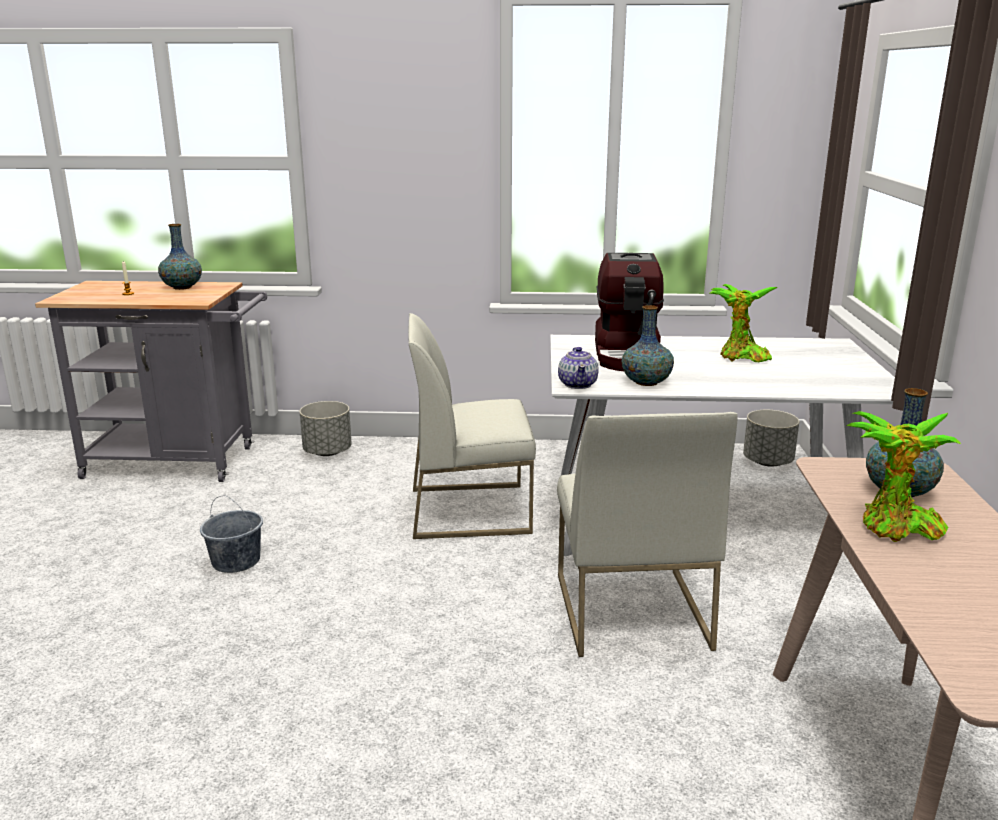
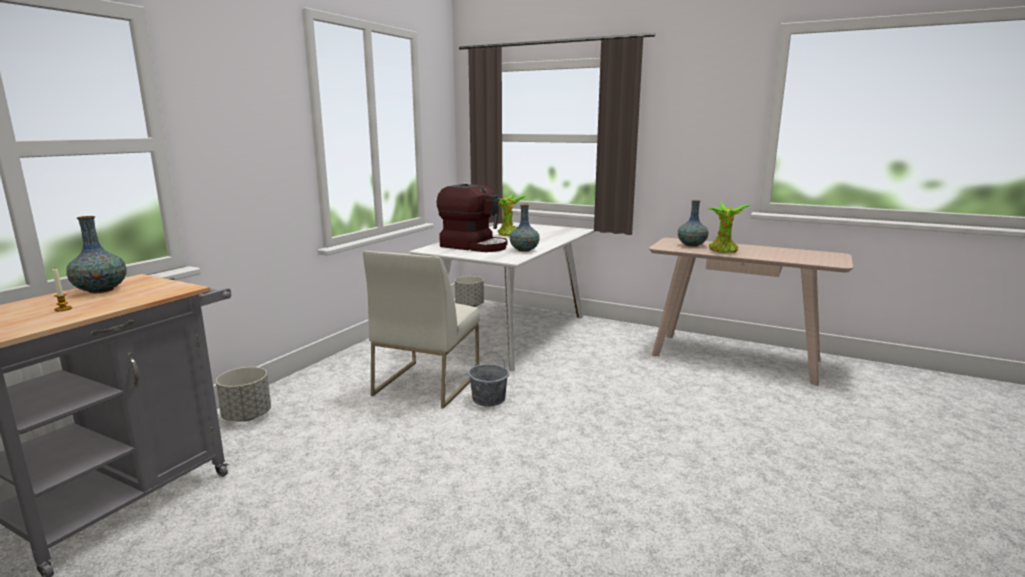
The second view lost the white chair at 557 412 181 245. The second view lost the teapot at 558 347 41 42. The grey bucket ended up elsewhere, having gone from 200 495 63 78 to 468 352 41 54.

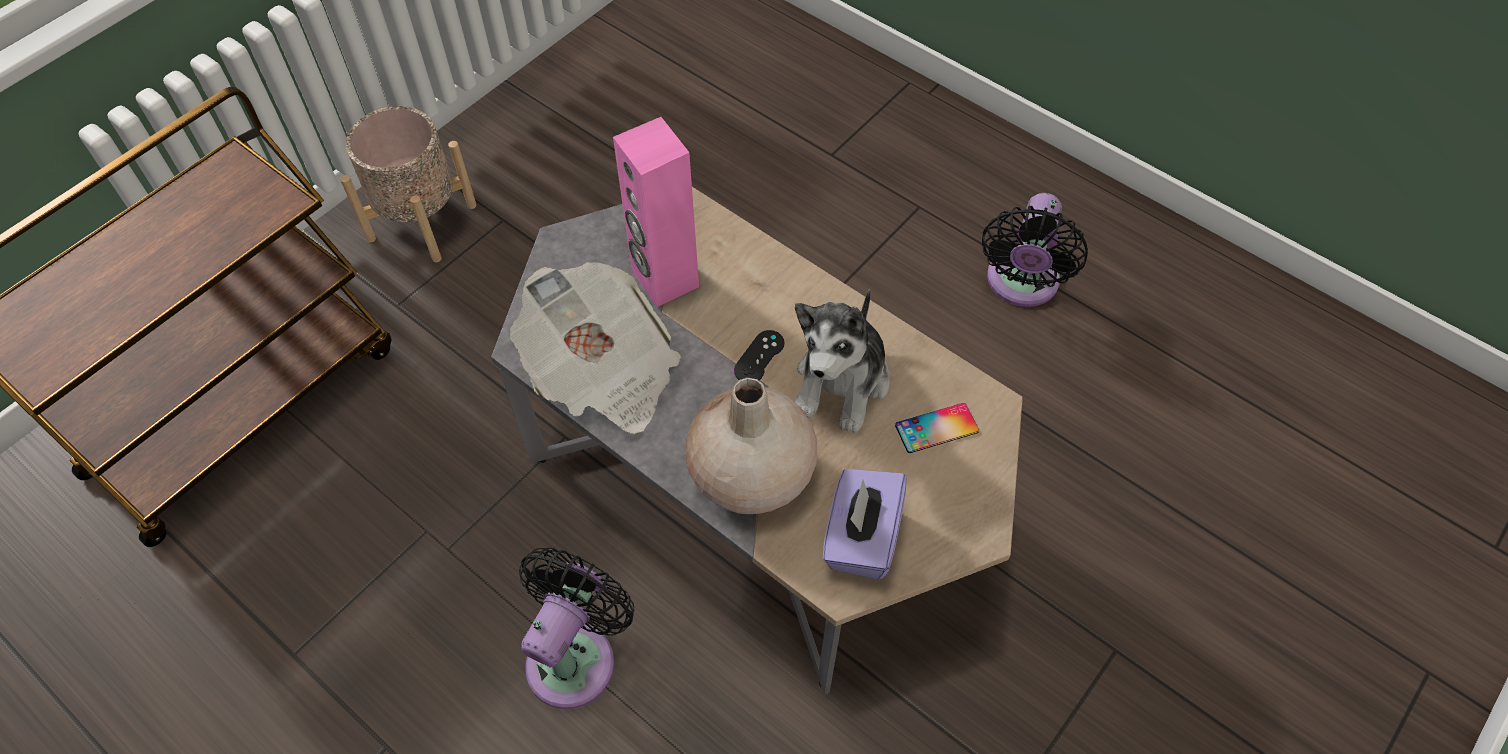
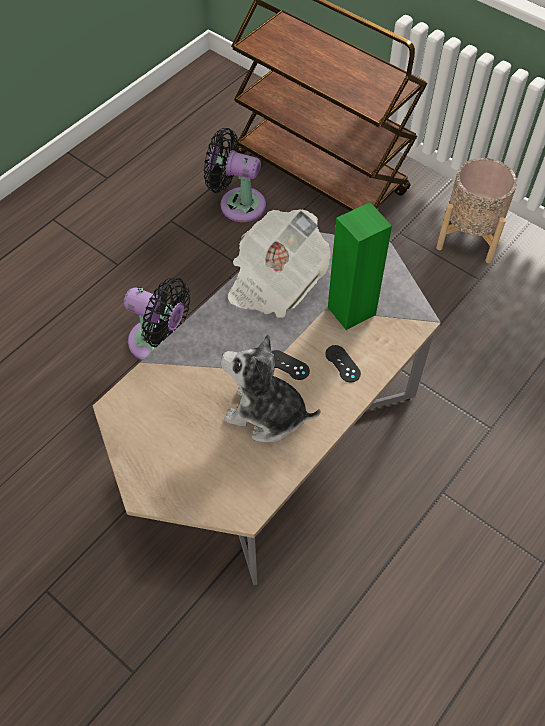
The second view lost the beige vase at 685 377 132 137. The second view lost the purple tissue box at 823 469 84 111. The second view lost the phone at 895 403 84 50. The second view gained the black game controller at 325 345 36 37. The black fan ended up elsewhere, having gone from 982 193 106 114 to 204 128 62 94. What was the pink speaker at 613 117 86 190 turned into the green speaker at 328 202 64 128.

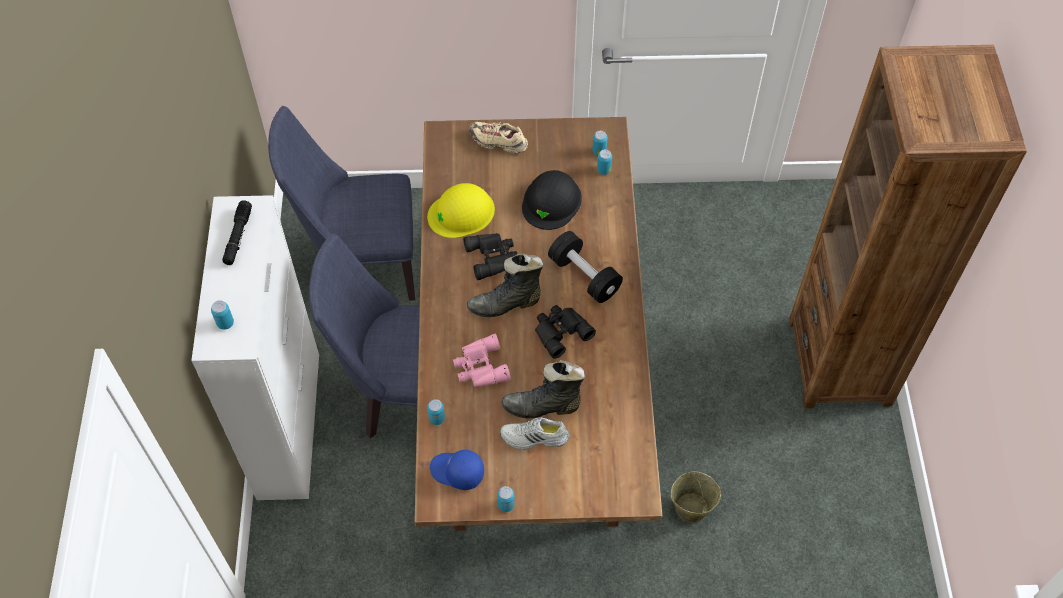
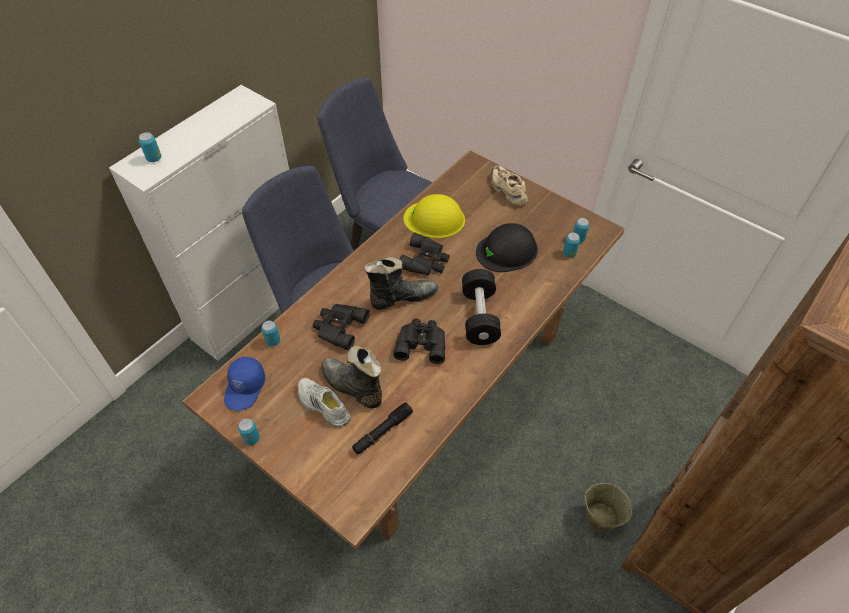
The black flashlight ended up elsewhere, having gone from 222 200 30 65 to 352 402 61 53. The beige bucket ended up elsewhere, having gone from 670 471 51 52 to 584 483 48 50. What was the pink binoculars at 453 334 58 53 turned into the black binoculars at 313 304 57 46. The blue cap at 430 450 54 40 ended up facing another way, 135 degrees counterclockwise from before. The black boot at 467 253 77 64 ended up facing another way, 135 degrees clockwise from before.

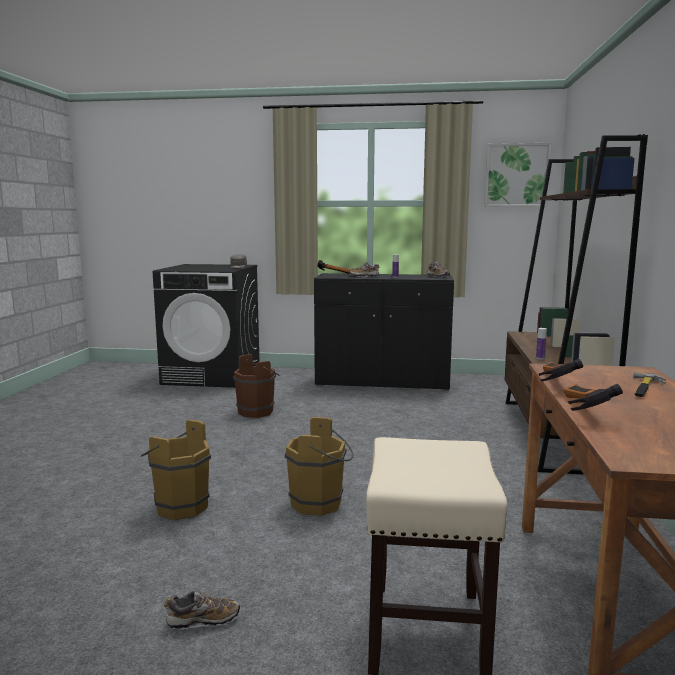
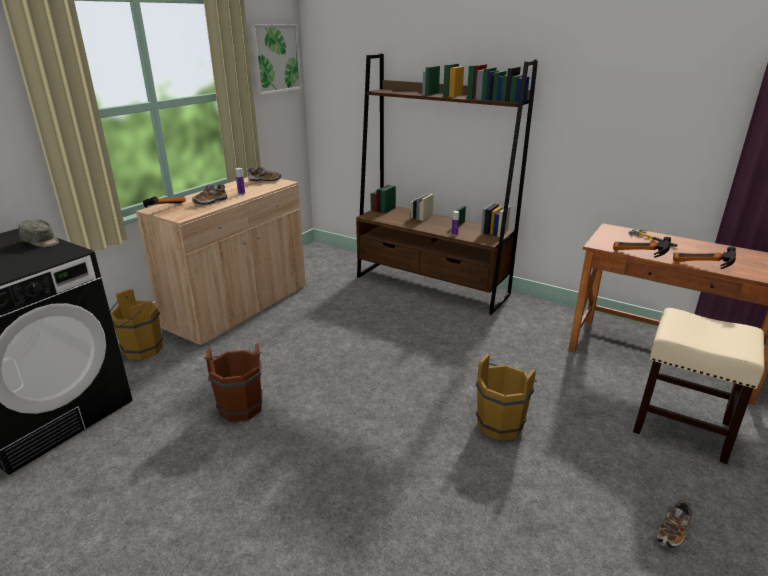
The brown bucket ended up elsewhere, having gone from 141 419 70 101 to 110 289 53 71. What was the black cabinet at 314 273 140 118 turned into the beige cabinet at 136 177 170 170. The shoe at 164 590 76 40 ended up facing another way, 150 degrees counterclockwise from before.

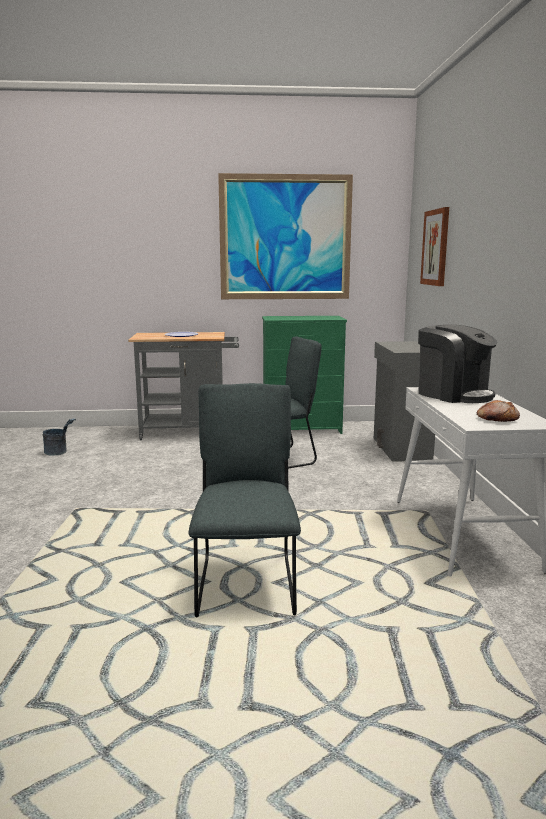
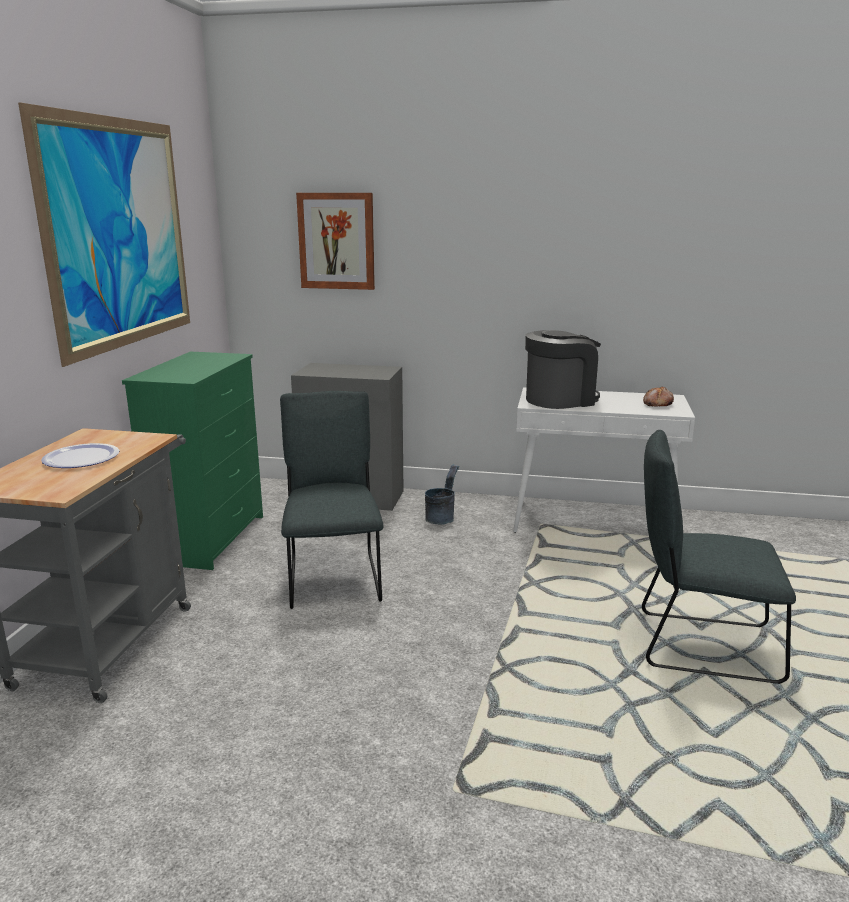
The grey bucket ended up elsewhere, having gone from 43 418 33 38 to 425 464 34 61.

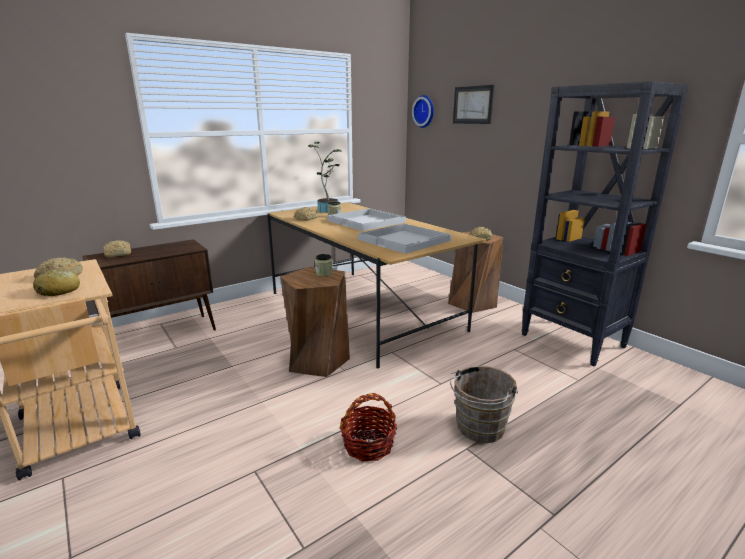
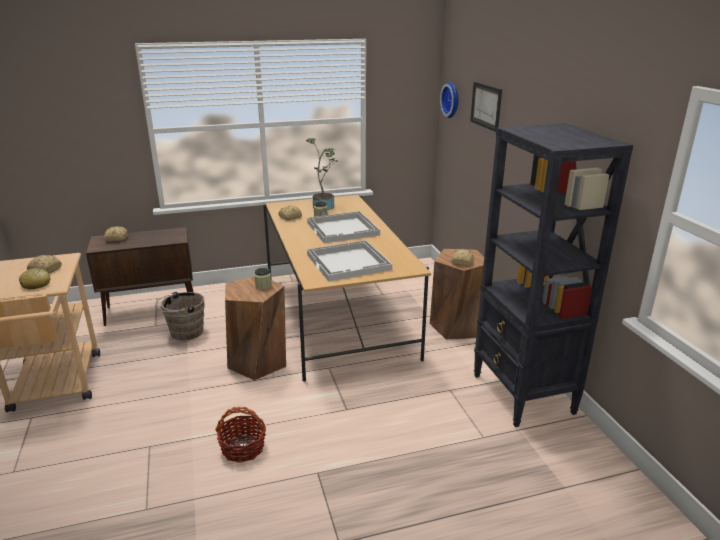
The brown bucket ended up elsewhere, having gone from 450 366 68 77 to 155 292 50 49.

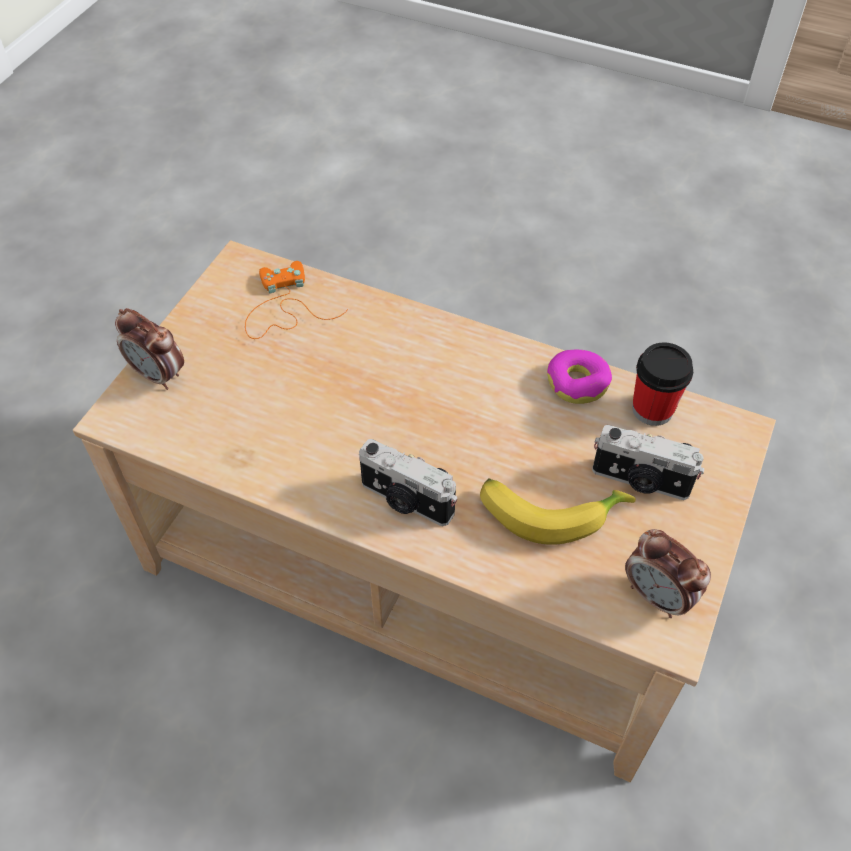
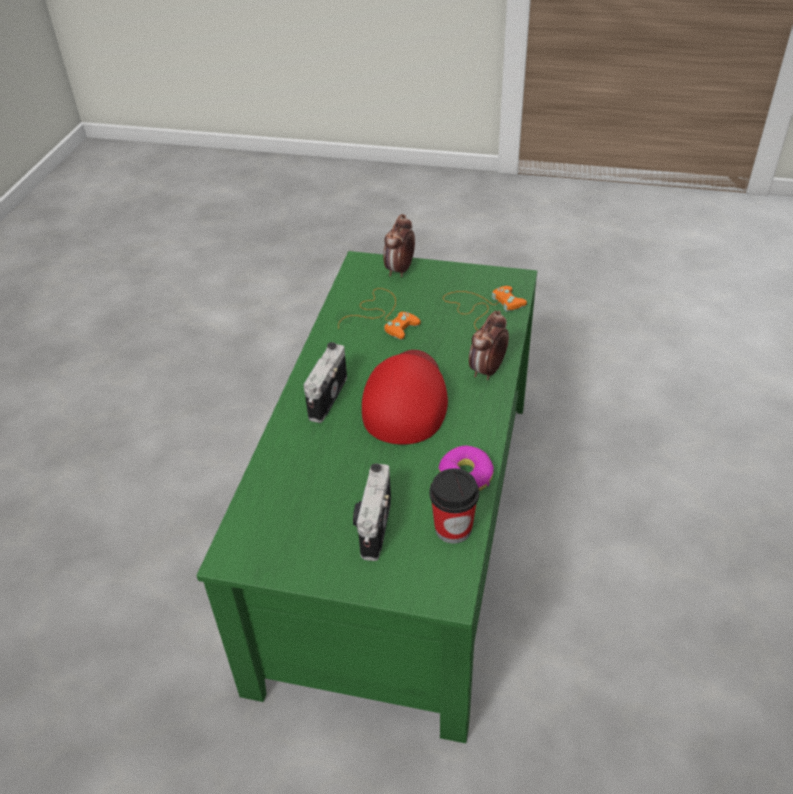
The second view lost the banana at 480 478 156 67. The second view gained the orange game controller at 338 288 83 52. The second view gained the red cap at 362 350 86 95. The alarm clock ended up elsewhere, having gone from 625 529 86 89 to 469 311 40 69. What was the beige coffee table at 73 240 703 542 turned into the green coffee table at 196 251 341 492.

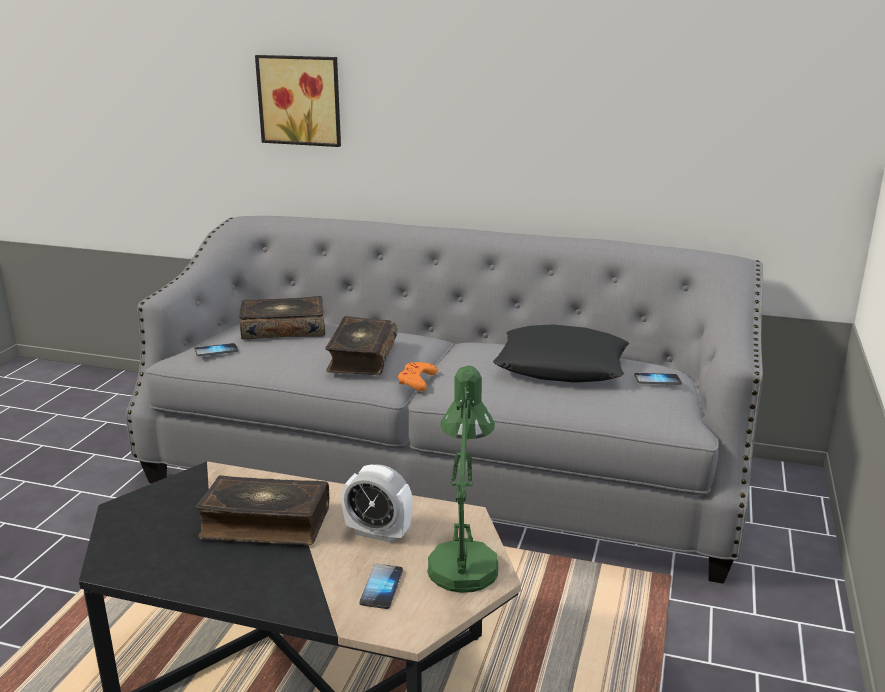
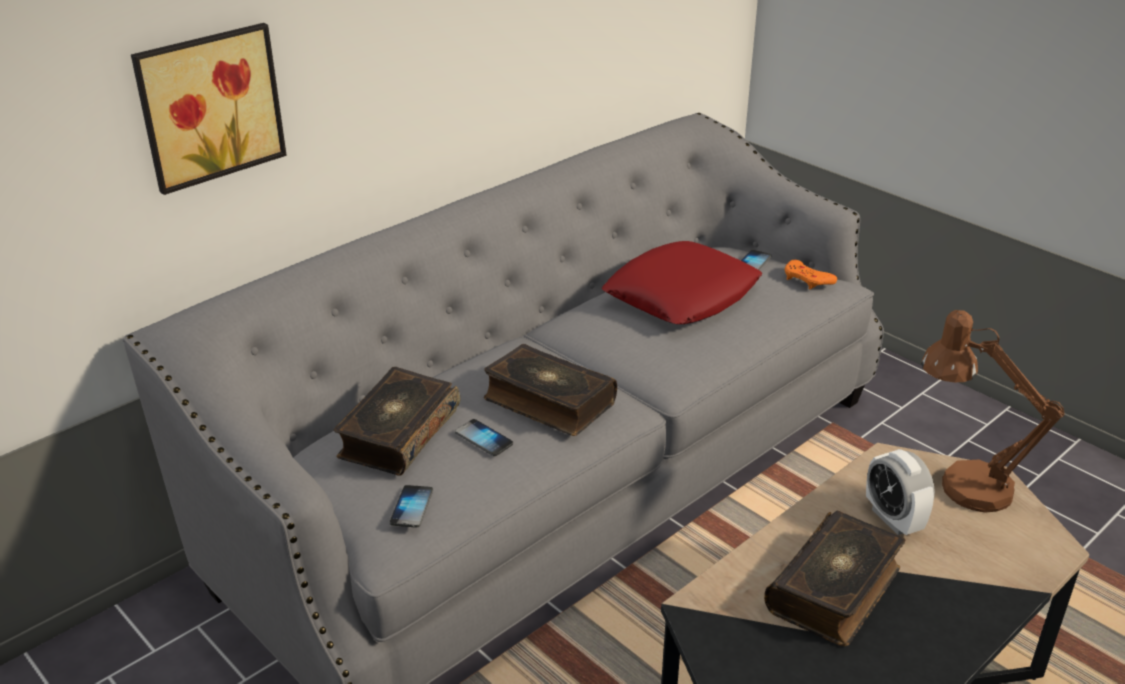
The phone ended up elsewhere, having gone from 360 564 43 45 to 455 419 58 37. The orange game controller ended up elsewhere, having gone from 398 362 40 29 to 785 260 52 29. What was the green table lamp at 427 365 71 228 turned into the brown table lamp at 921 310 144 203. What was the black pillow at 493 324 136 59 turned into the red pillow at 602 241 160 83. The alarm clock at 342 464 71 79 ended up facing another way, 105 degrees clockwise from before.

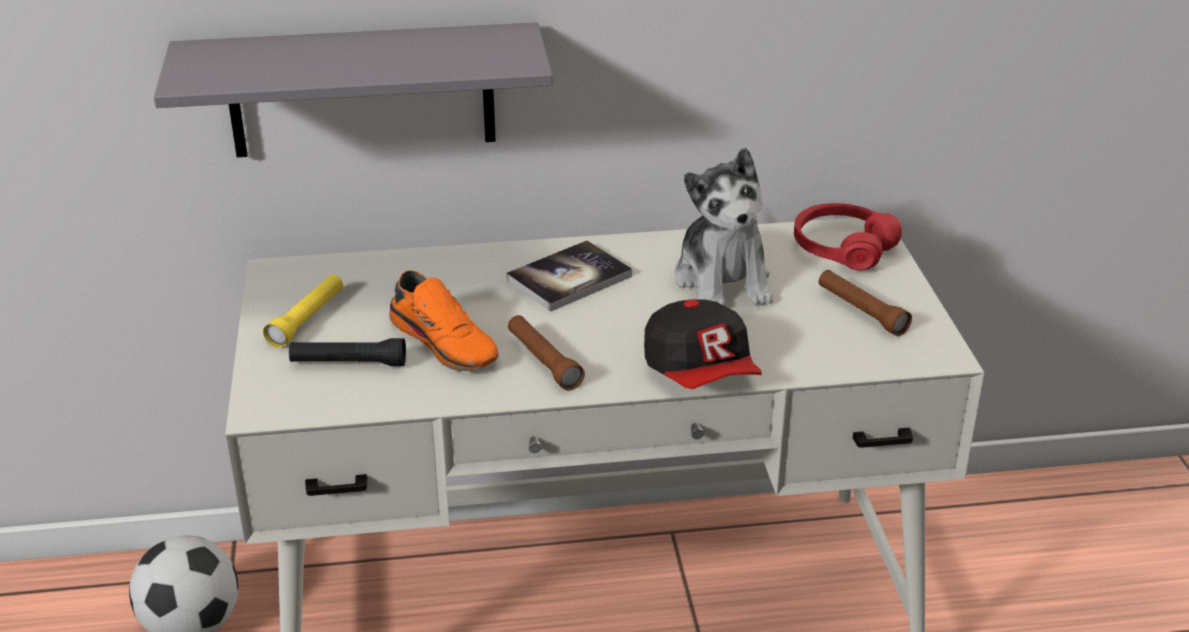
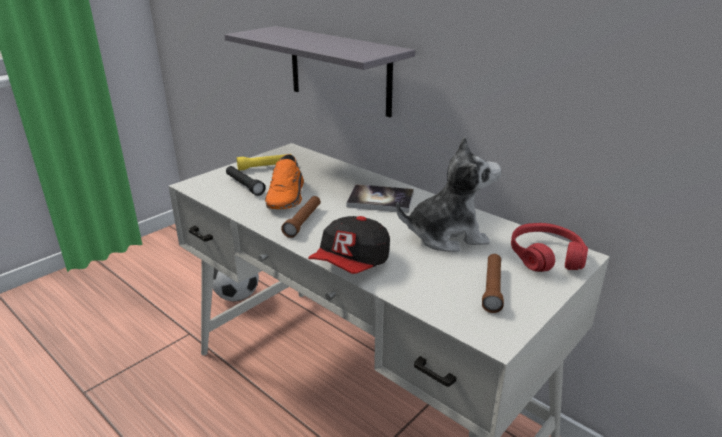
The plush toy at 674 148 99 158 ended up facing another way, 135 degrees counterclockwise from before.

